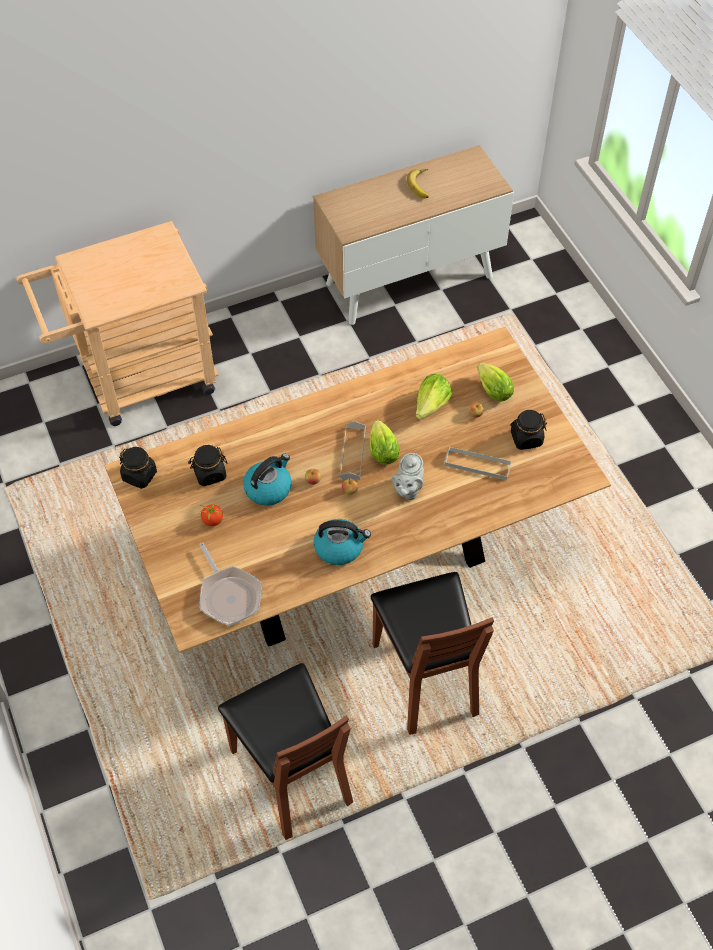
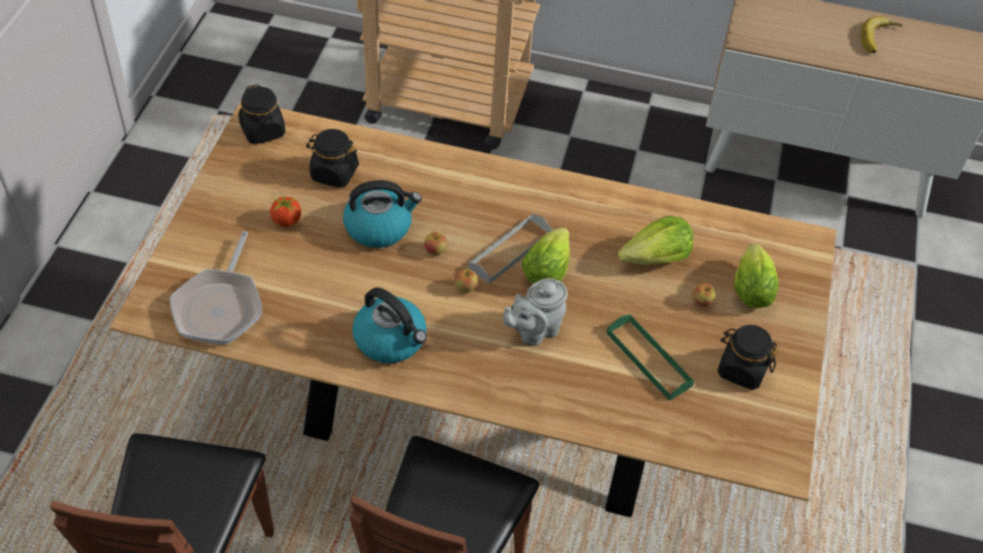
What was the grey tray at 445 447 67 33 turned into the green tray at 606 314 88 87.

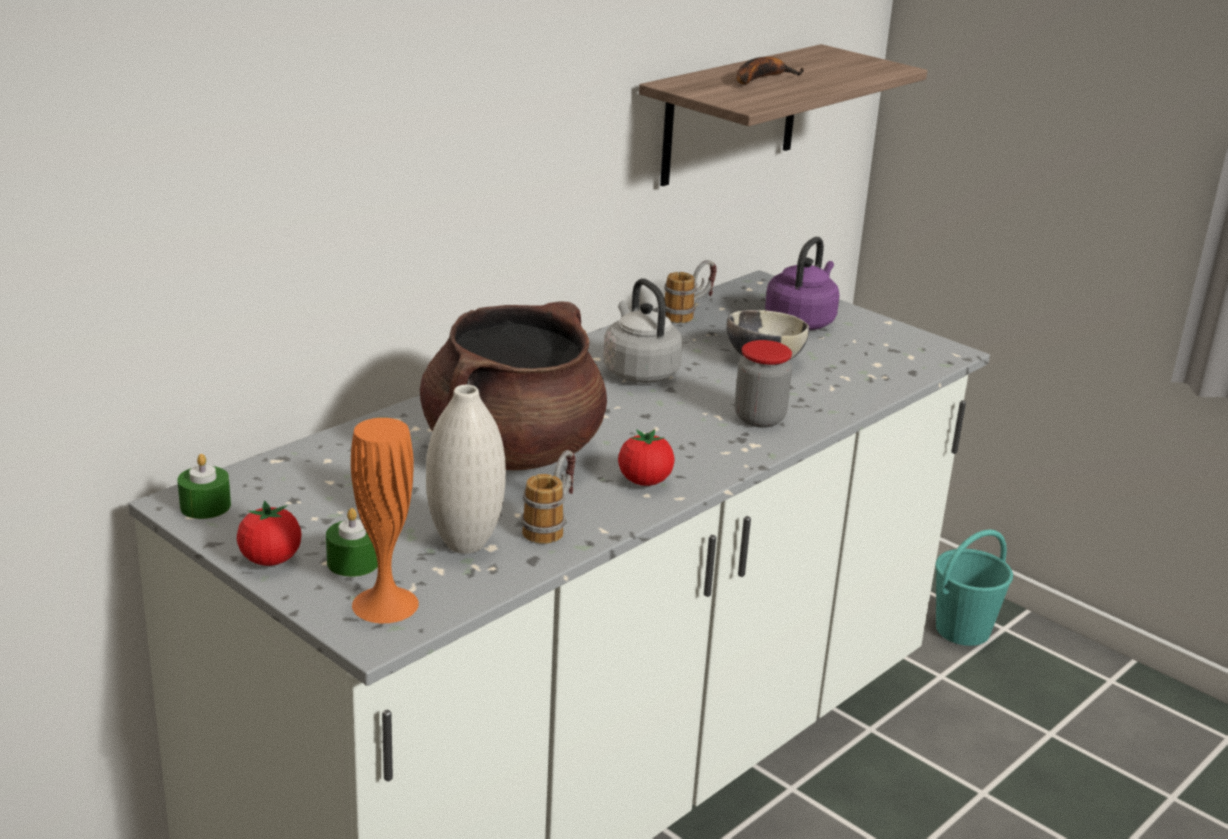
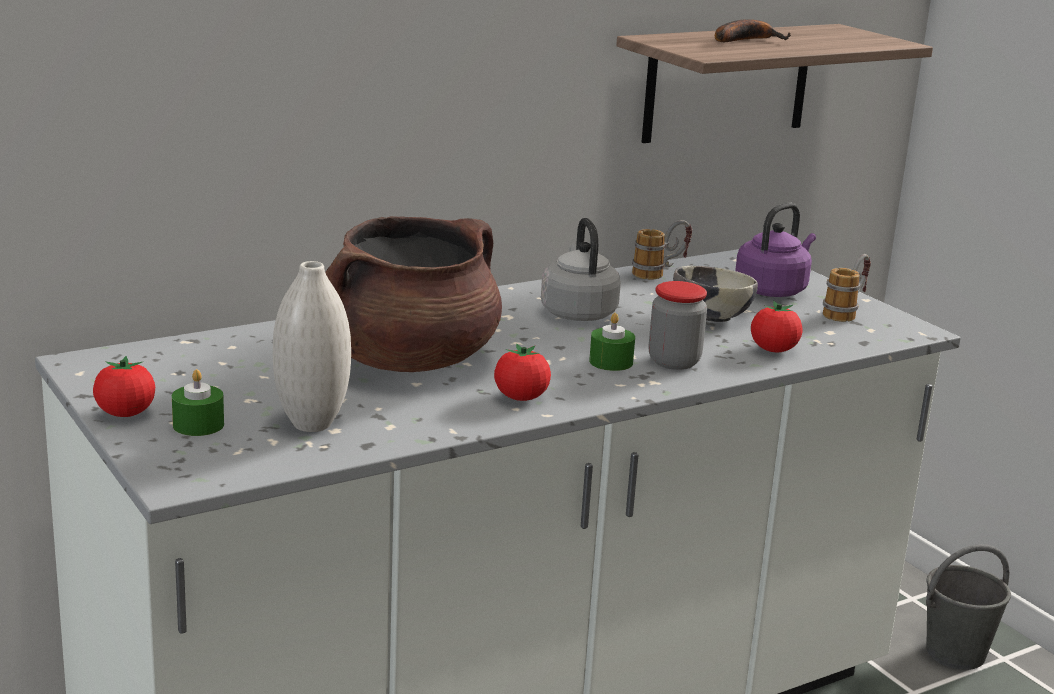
The second view lost the orange vase at 351 418 68 205. The second view gained the tomato at 751 301 51 51. The green candle ended up elsewhere, having gone from 177 454 54 65 to 589 313 46 58. The mug ended up elsewhere, having gone from 521 450 55 94 to 823 254 48 68. What was the turquoise bucket at 935 529 78 117 turned into the grey bucket at 926 544 85 126.

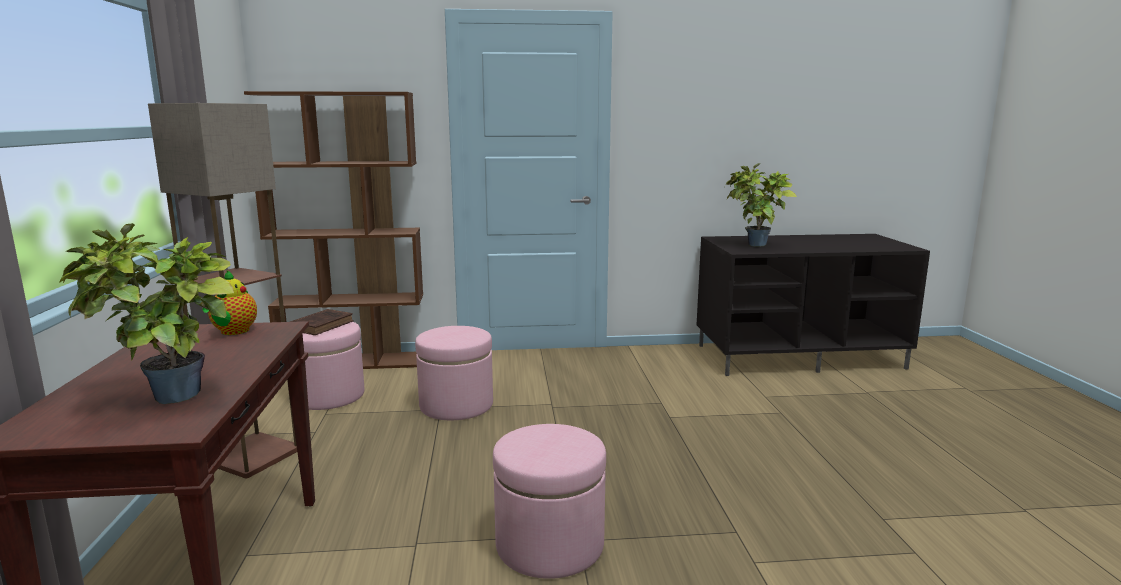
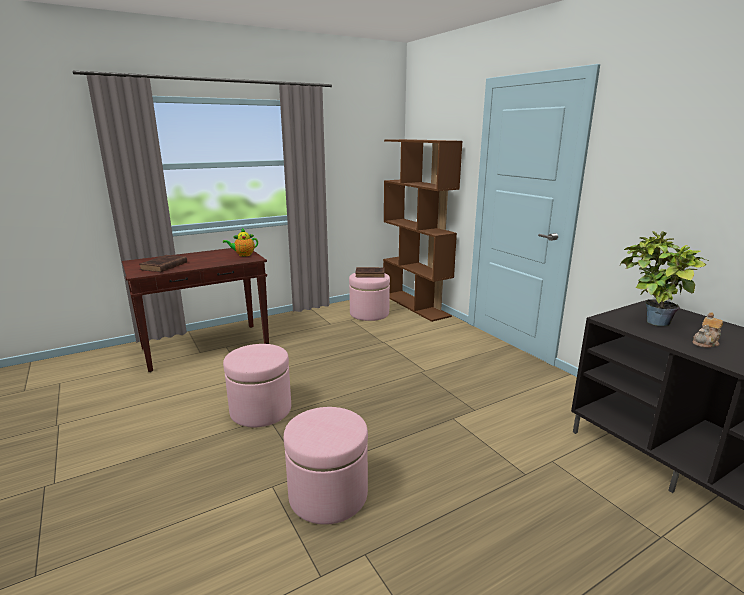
The second view lost the floor lamp at 148 103 149 375. The second view gained the teapot at 692 312 31 36. The pink ottoman ended up elsewhere, having gone from 415 326 78 94 to 284 407 84 118. Where the potted plant stood at 59 223 175 181, the brown book came to stand at 139 255 48 17.

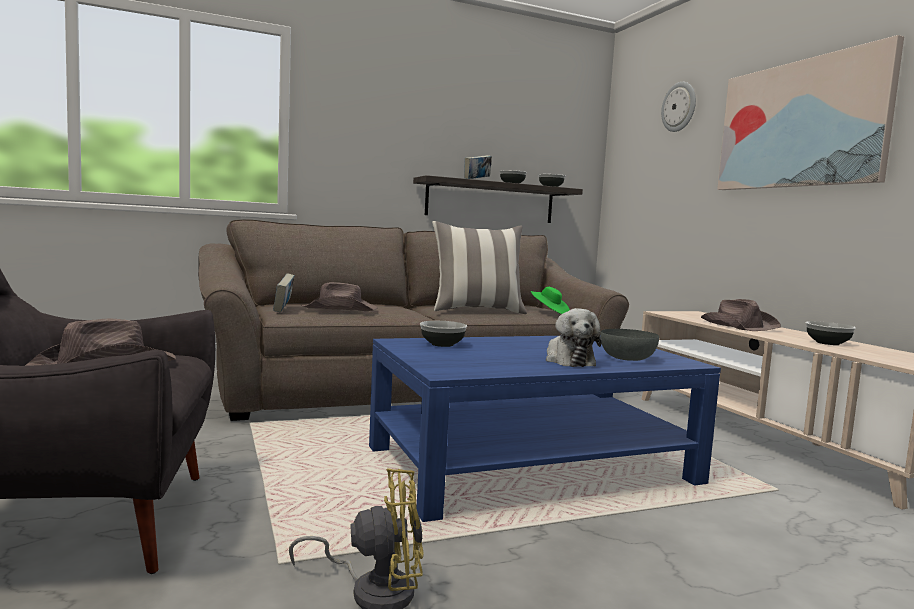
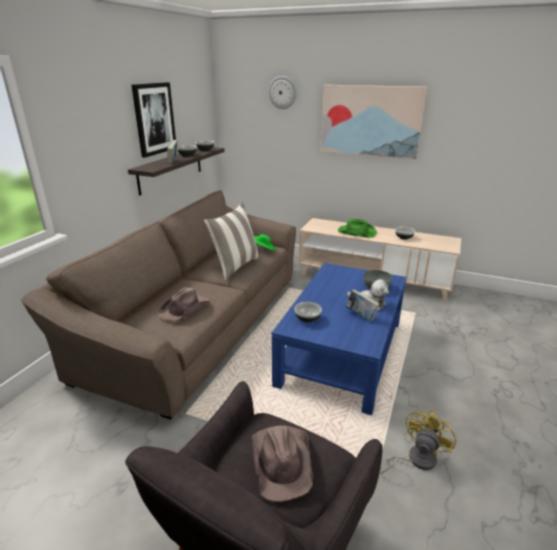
The second view gained the picture at 131 82 45 76. The book ended up elsewhere, having gone from 273 273 22 39 to 345 289 35 33. What was the brown hat at 701 299 80 32 turned into the green hat at 338 219 39 19.

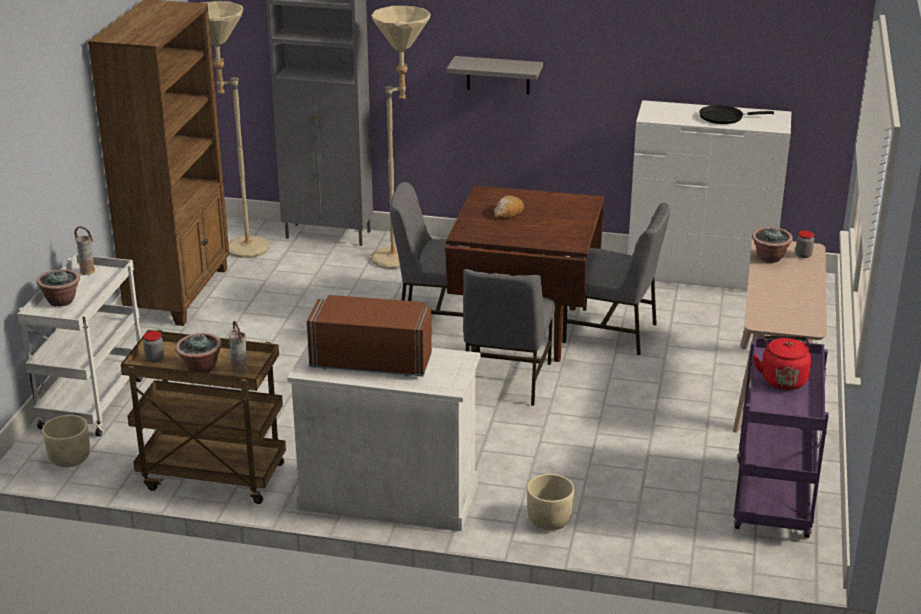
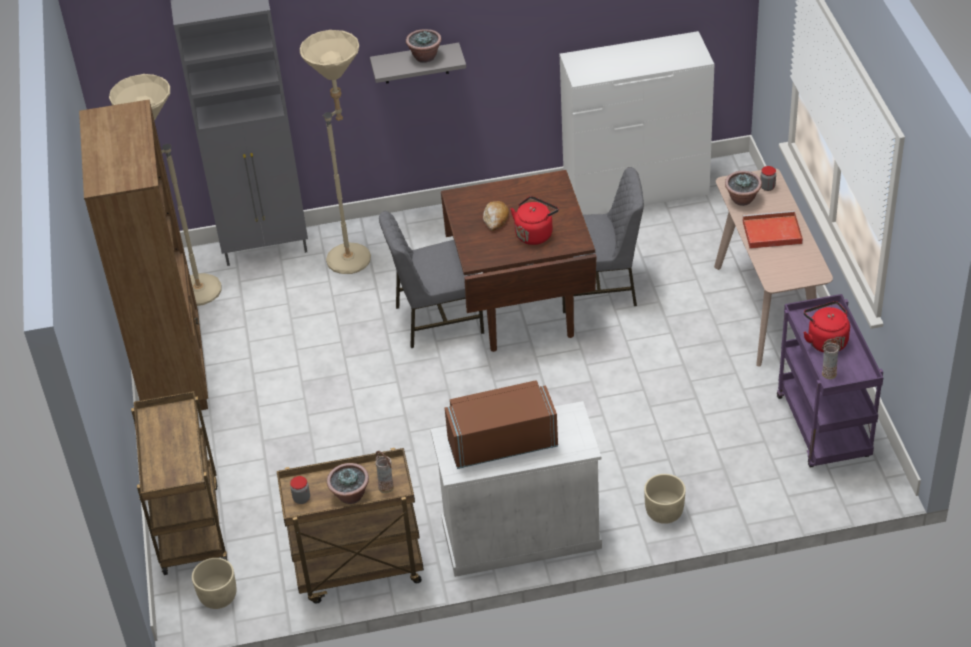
The second view lost the grey chair at 463 269 92 137. The second view lost the black frying pan at 699 105 75 19. The second view gained the red kettle at 511 196 48 49. The second view gained the red tray at 743 211 60 38. The potted plant ended up elsewhere, having gone from 36 269 44 38 to 406 29 36 34. The vase ended up elsewhere, having gone from 75 226 20 49 to 822 338 20 41. What was the white cart at 17 254 125 183 turned into the brown cart at 131 391 97 184.

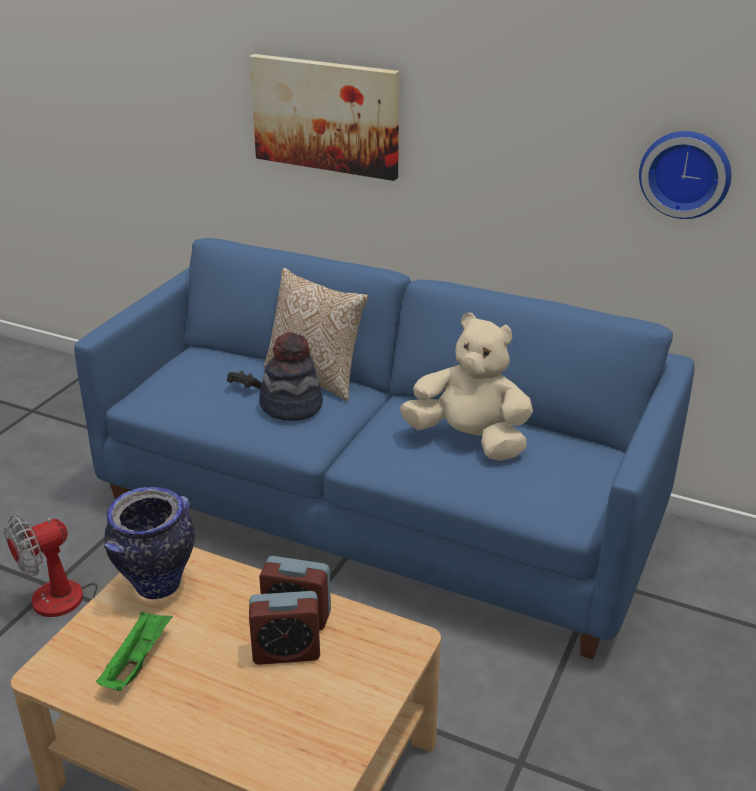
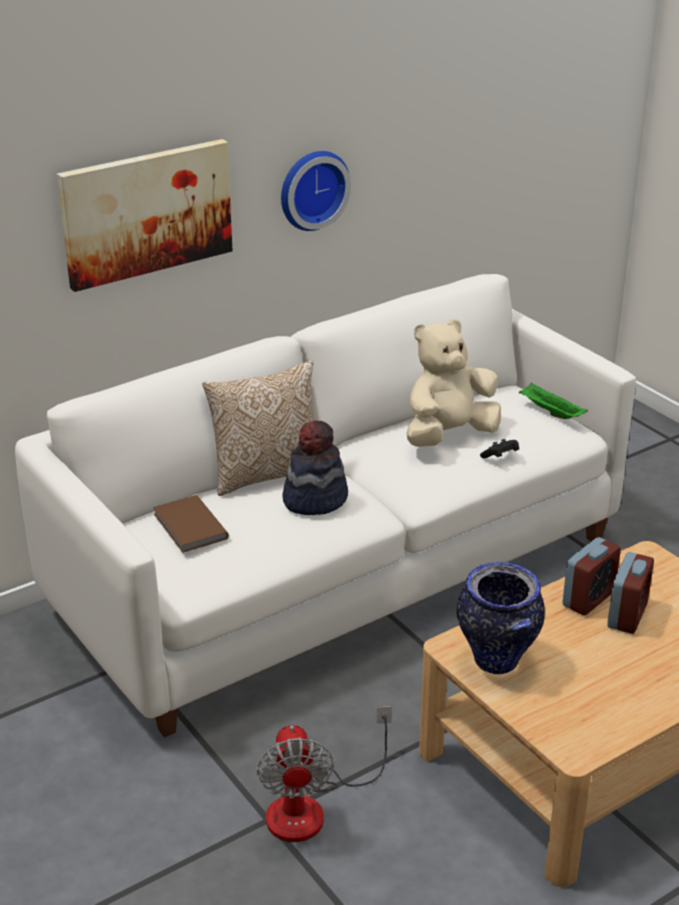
The second view gained the brown book at 153 495 76 58. The green tray ended up elsewhere, having gone from 96 612 77 79 to 519 383 69 36. The black game controller ended up elsewhere, having gone from 227 371 35 18 to 480 439 39 20. The wall clock ended up elsewhere, having gone from 639 131 92 88 to 281 151 70 80. What was the blue sofa at 74 238 621 422 turned into the white sofa at 15 274 621 464.

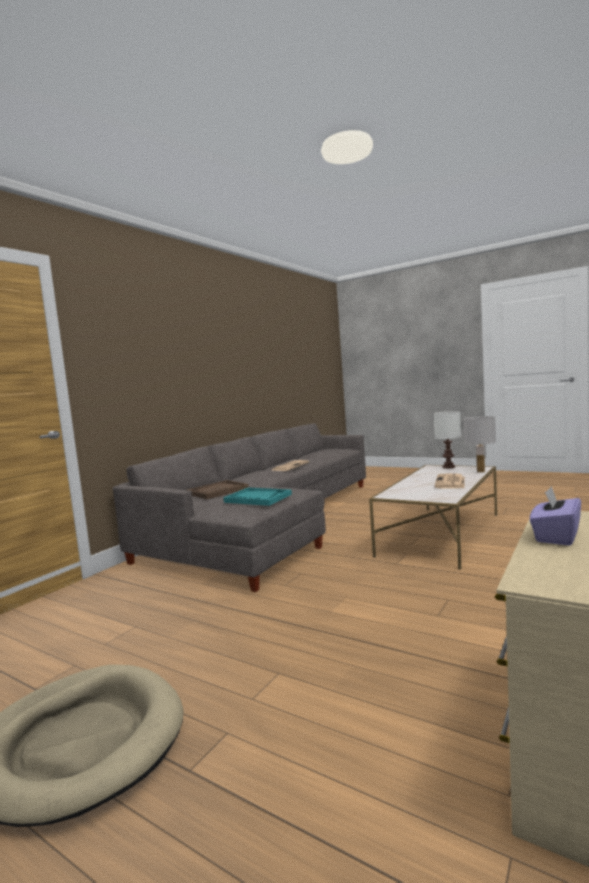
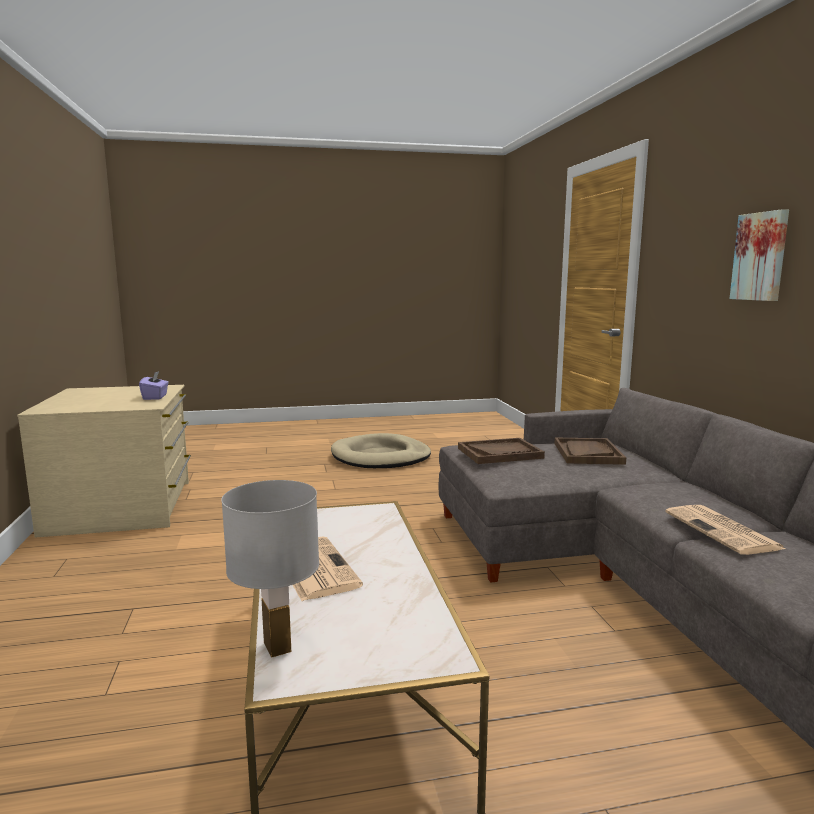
The second view lost the white table lamp at 433 411 28 57. The second view gained the picture at 730 209 59 92. What was the turquoise tray at 223 488 69 18 turned into the brown tray at 458 438 87 26.

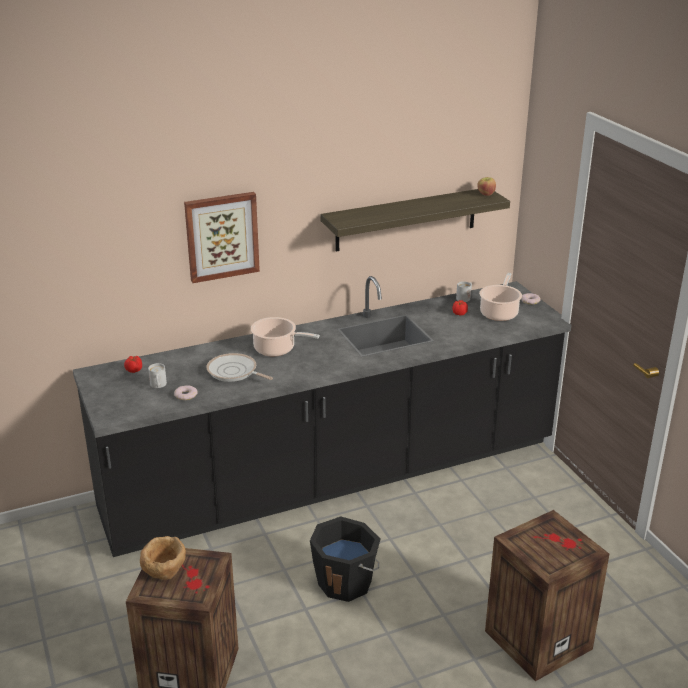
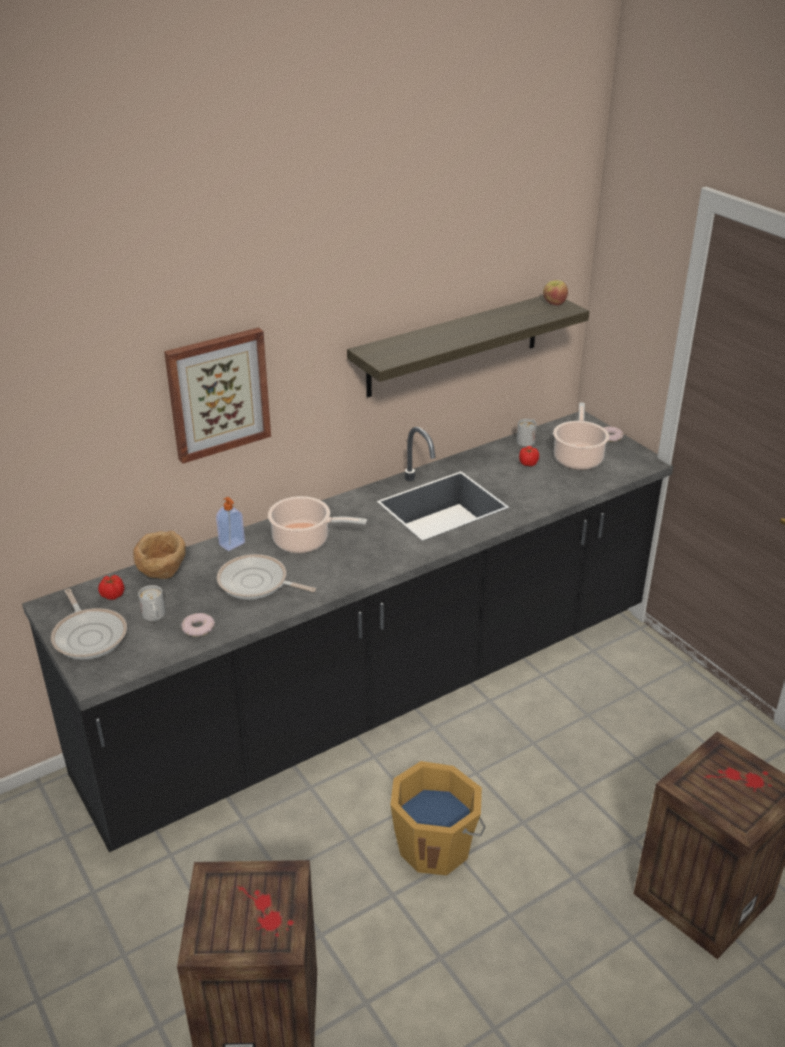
The second view gained the frying pan at 51 589 76 71. The second view gained the soap dispenser at 216 497 29 54. The brown bowl ended up elsewhere, having gone from 140 536 46 44 to 133 531 53 48. What was the black bucket at 310 516 70 86 turned into the orange bucket at 390 761 95 114.

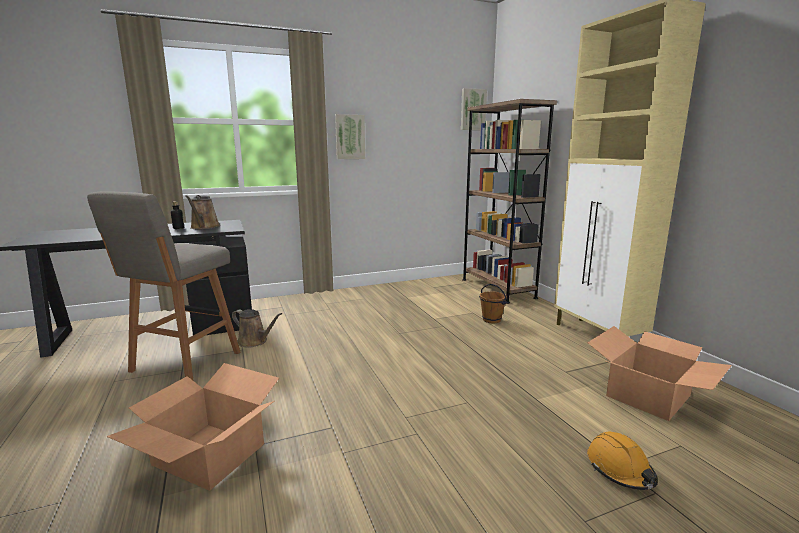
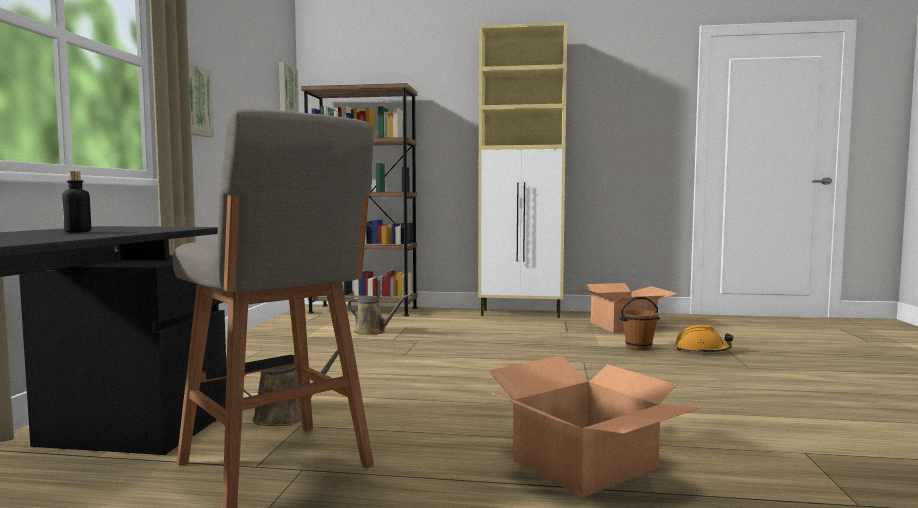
The brown watering can ended up elsewhere, having gone from 185 195 35 34 to 348 295 61 40. The brown bucket ended up elsewhere, having gone from 479 284 28 39 to 619 297 41 54.

